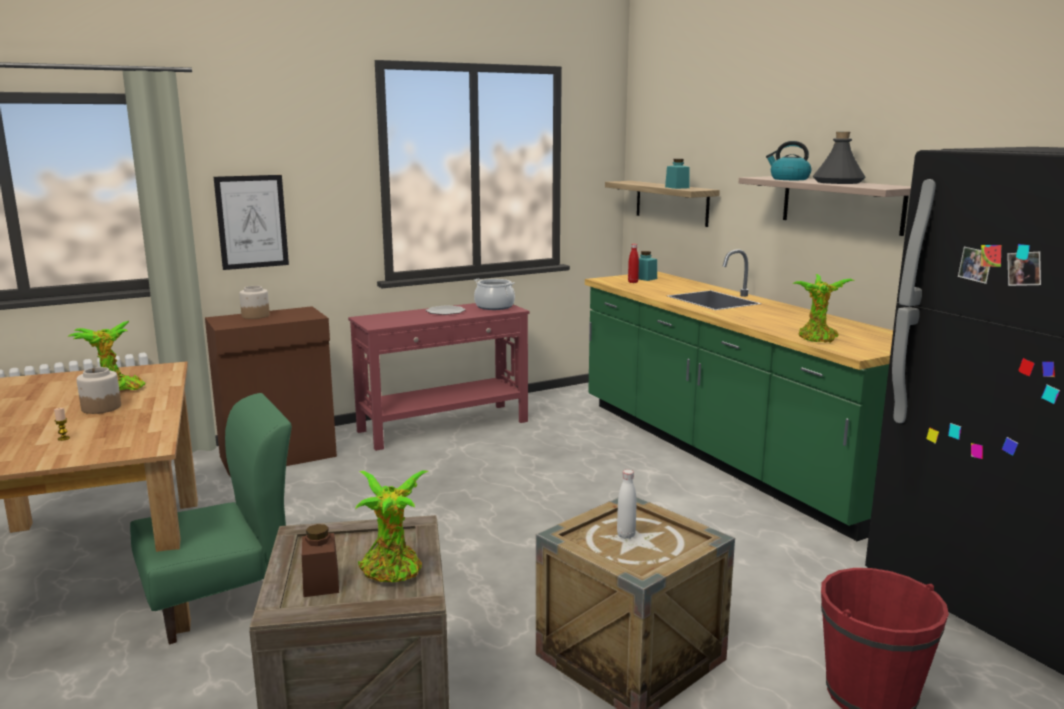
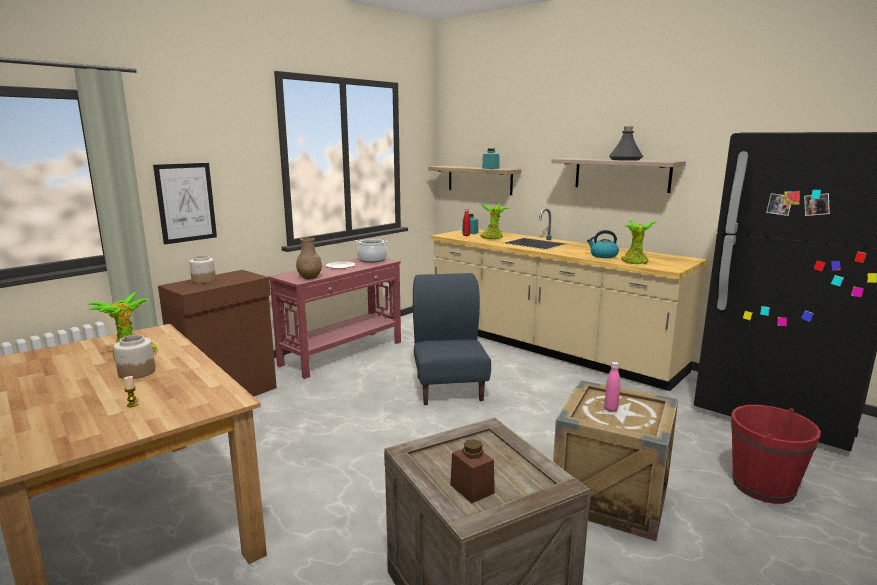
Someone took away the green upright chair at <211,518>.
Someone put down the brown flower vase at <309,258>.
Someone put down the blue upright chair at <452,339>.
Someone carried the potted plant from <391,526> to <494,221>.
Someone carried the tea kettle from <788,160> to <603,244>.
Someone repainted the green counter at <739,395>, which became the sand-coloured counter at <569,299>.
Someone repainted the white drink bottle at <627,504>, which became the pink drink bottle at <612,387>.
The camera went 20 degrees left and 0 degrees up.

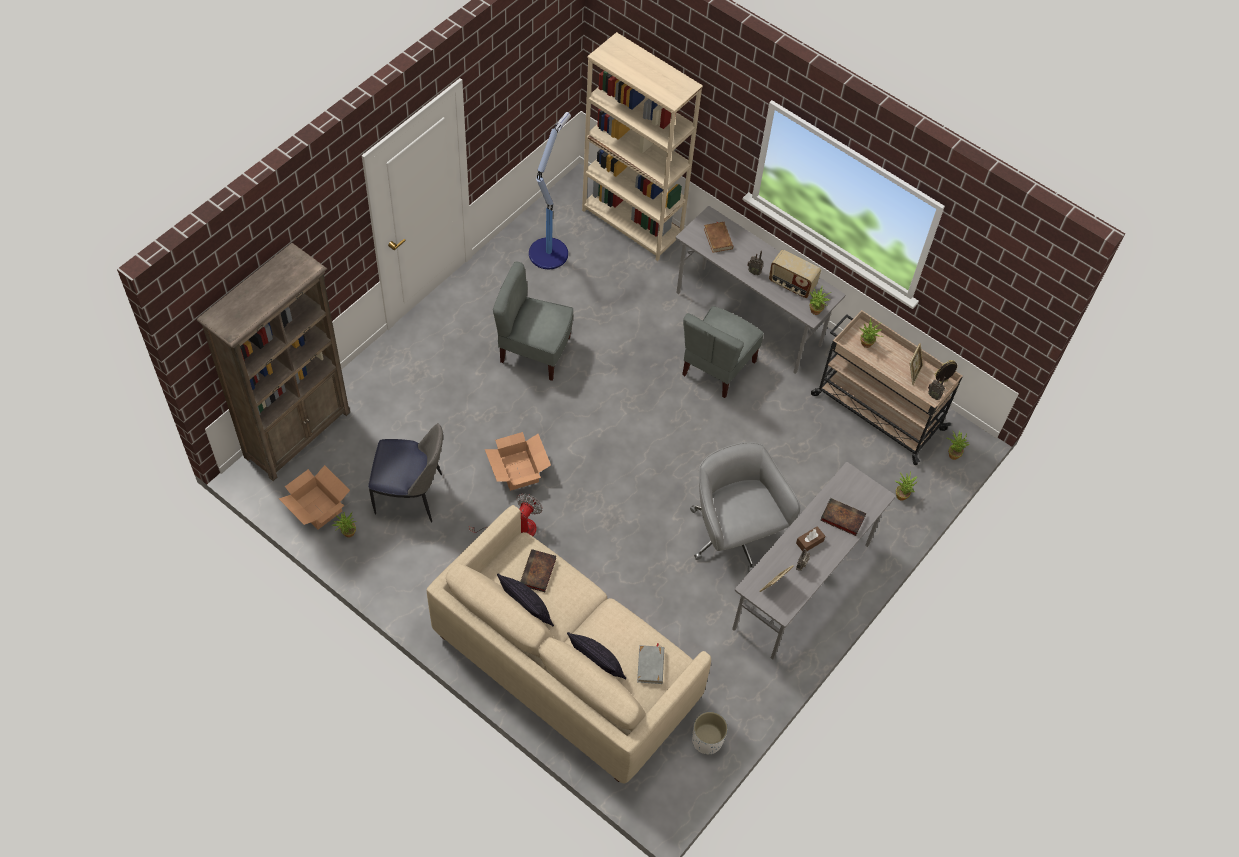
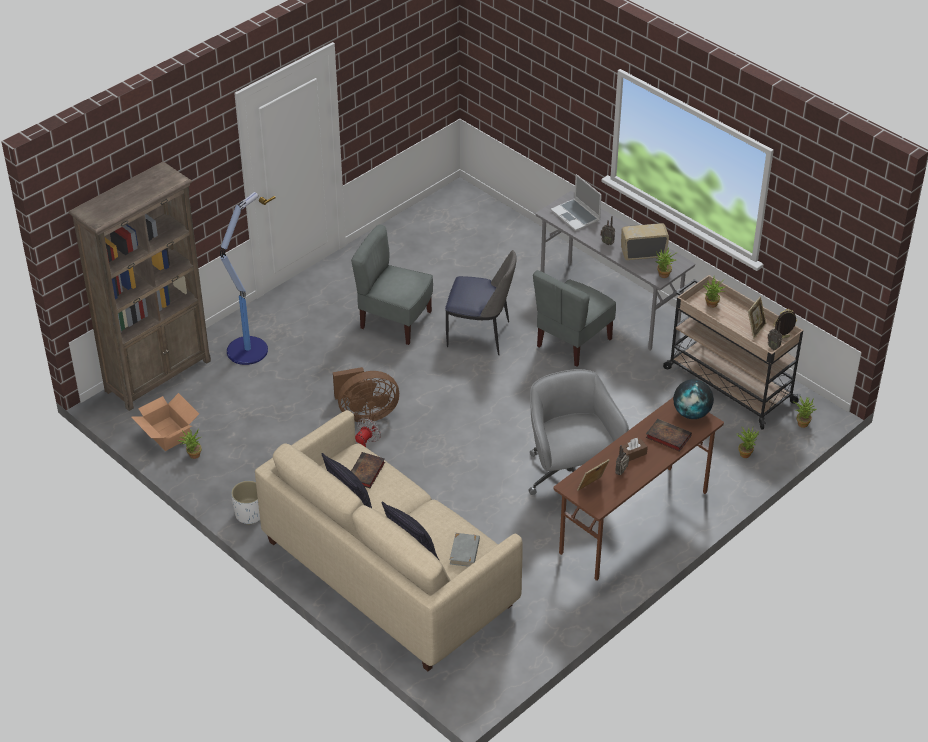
Someone took away the sand-coloured shelving unit at <642,146>.
Someone put down the world globe at <693,399>.
Someone carried the upright chair from <405,472> to <481,302>.
Someone carried the floor lamp from <550,190> to <244,278>.
Someone carried the white planter from <710,733> to <245,503>.
Someone swapped the packing box at <518,461> for the brown fan at <366,395>.
Someone swapped the brown book at <718,237> for the portable computer at <576,202>.
Someone repainted the grey desk table at <814,560>, which became the brown desk table at <638,489>.
Someone rotated the radio set at <795,274> by 135 degrees clockwise.
The camera went 10 degrees right and 15 degrees down.

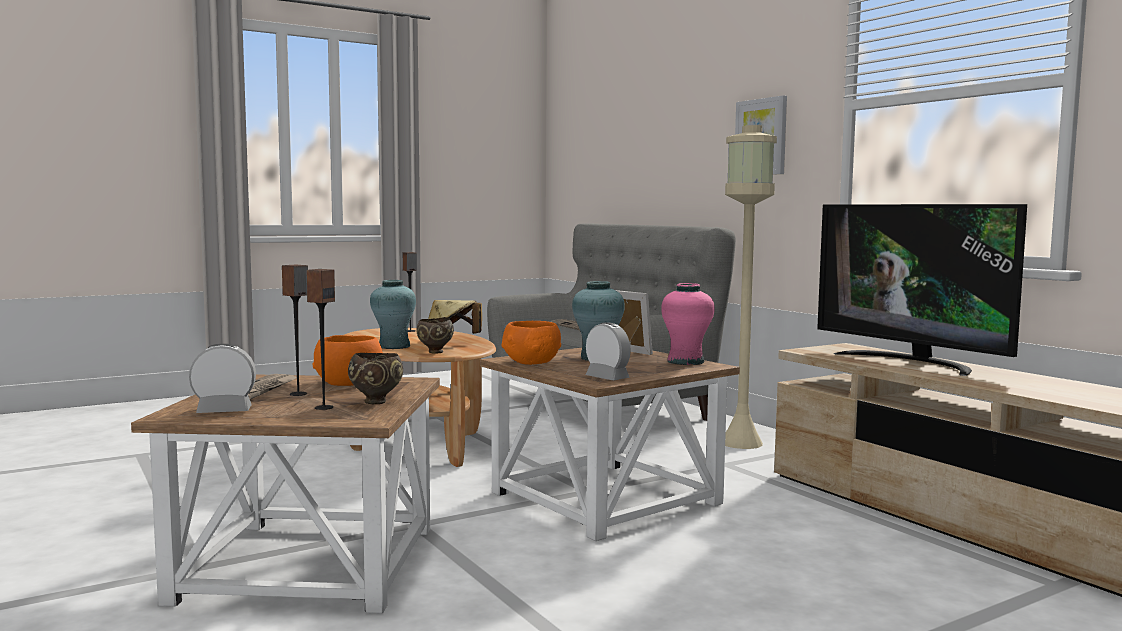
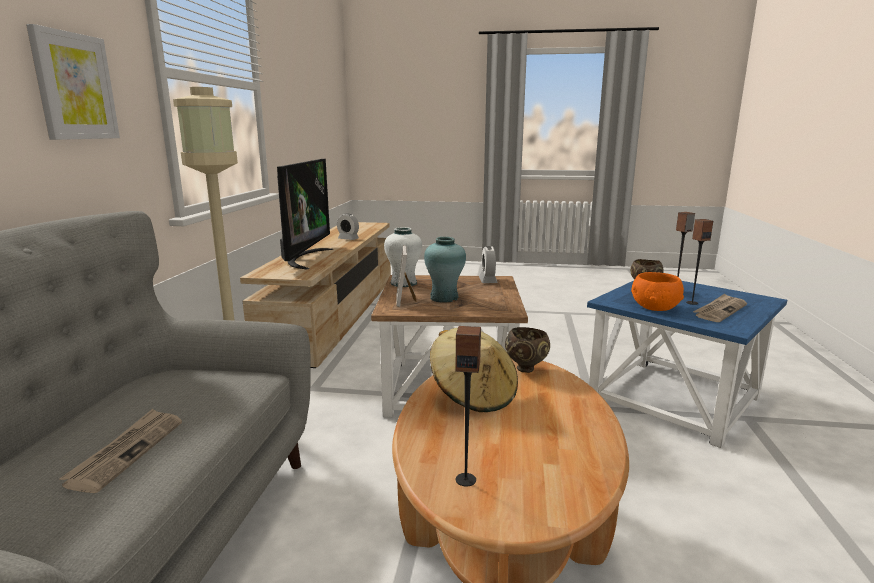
Someone took away the turquoise flower vase at <393,314>.
Someone took away the orangey bowl at <531,343>.
Someone carried the table clock from <222,378> to <348,227>.
Someone repainted the brown end table at <285,494>, which became the blue end table at <687,364>.
Someone repainted the pink flower vase at <688,324>, which became the white flower vase at <403,257>.
The camera went 140 degrees left and 10 degrees up.

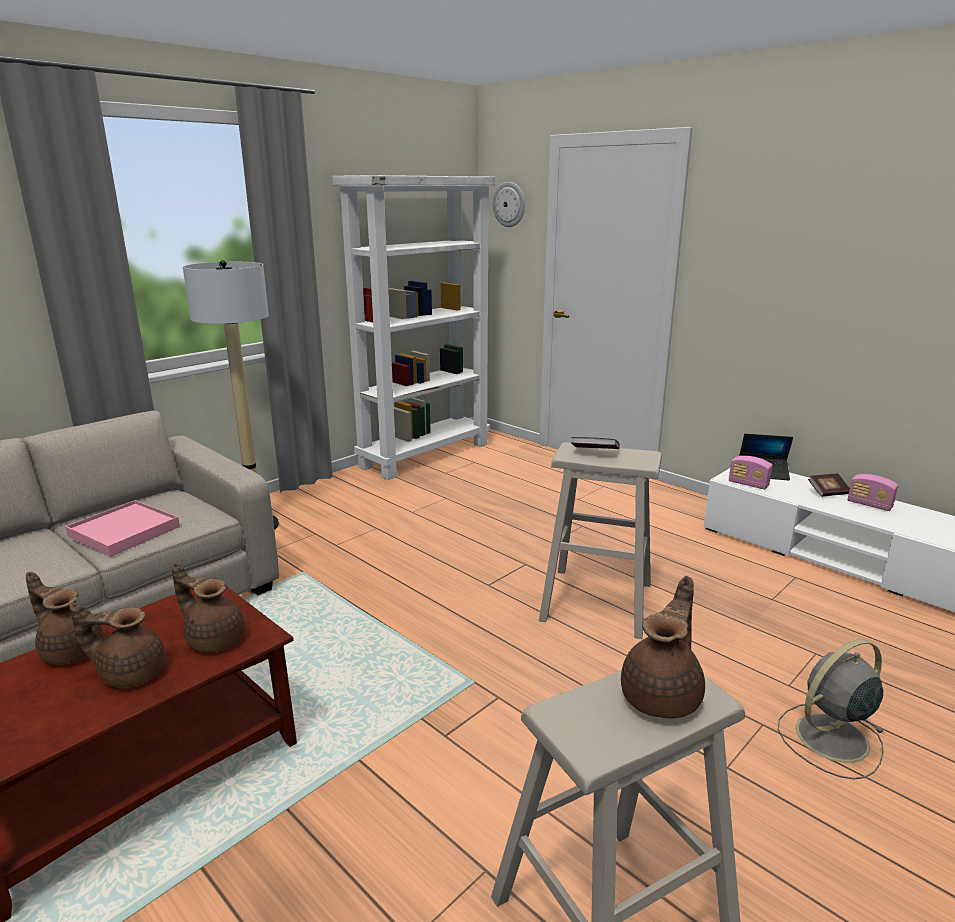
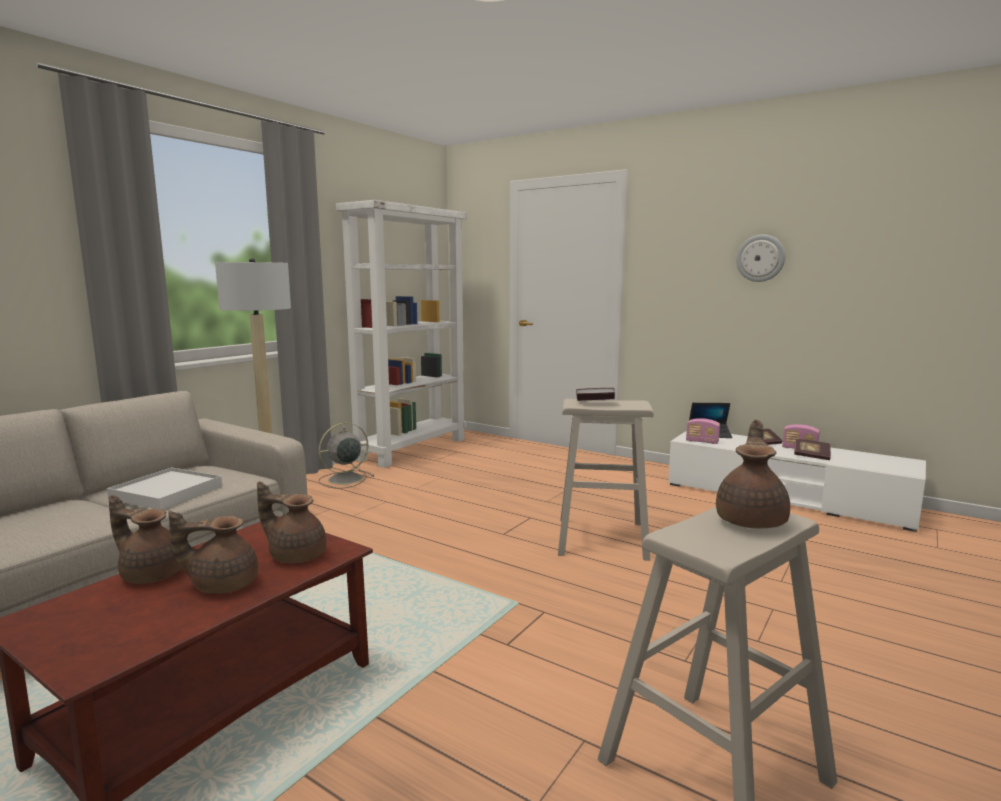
Someone put down the book at <812,449>.
Someone carried the wall clock from <509,204> to <760,258>.
Someone carried the grey fan from <831,709> to <346,456>.
Someone repainted the pink serving tray at <122,528>, which became the white serving tray at <164,488>.
The camera went 10 degrees left and 10 degrees down.

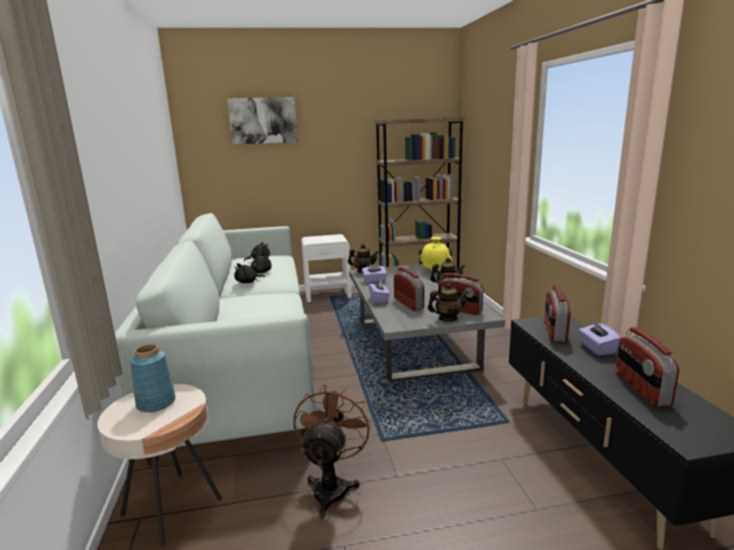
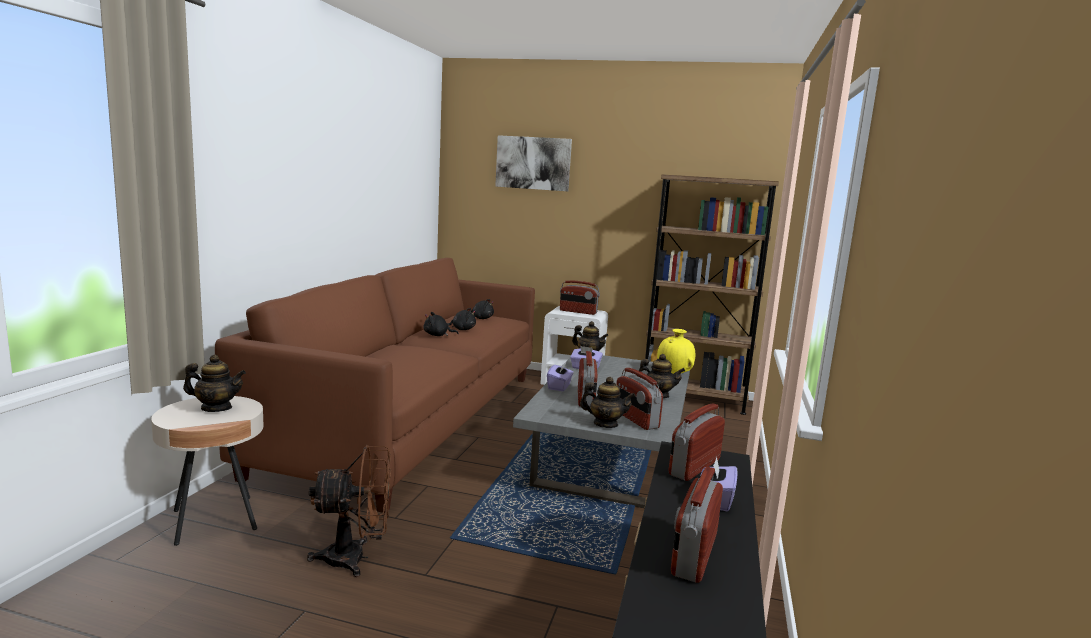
Someone put down the radio set at <580,298>.
Someone swapped the blue flower vase at <153,378> for the pot for tea at <214,383>.
Someone repainted the white couch at <216,339>, which became the brown couch at <375,385>.
Someone rotated the brown fan at <332,451> by 45 degrees clockwise.
The camera went 25 degrees right and 5 degrees down.

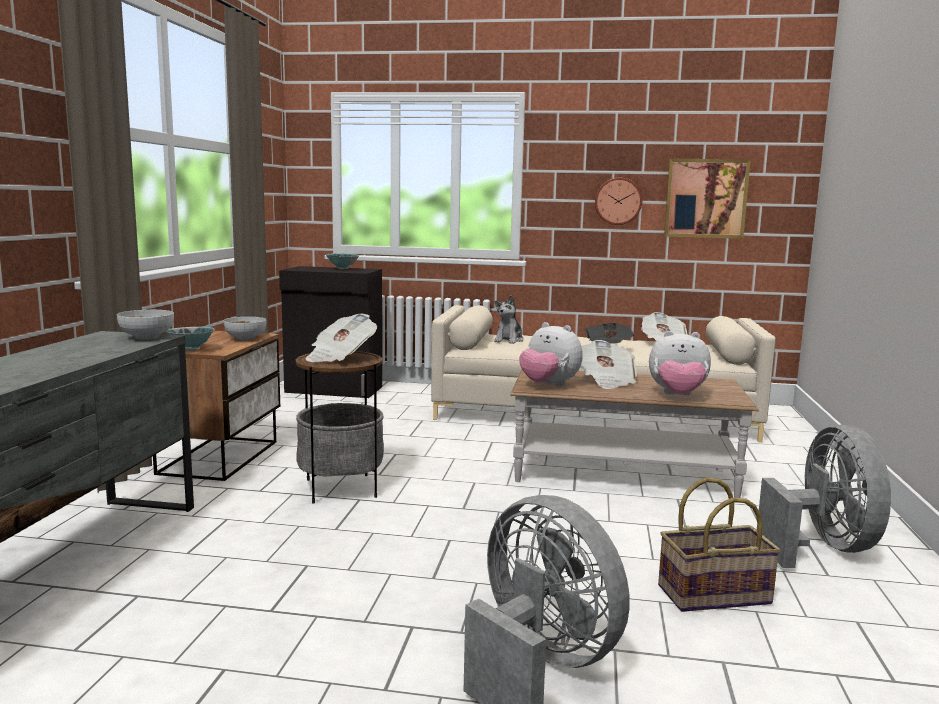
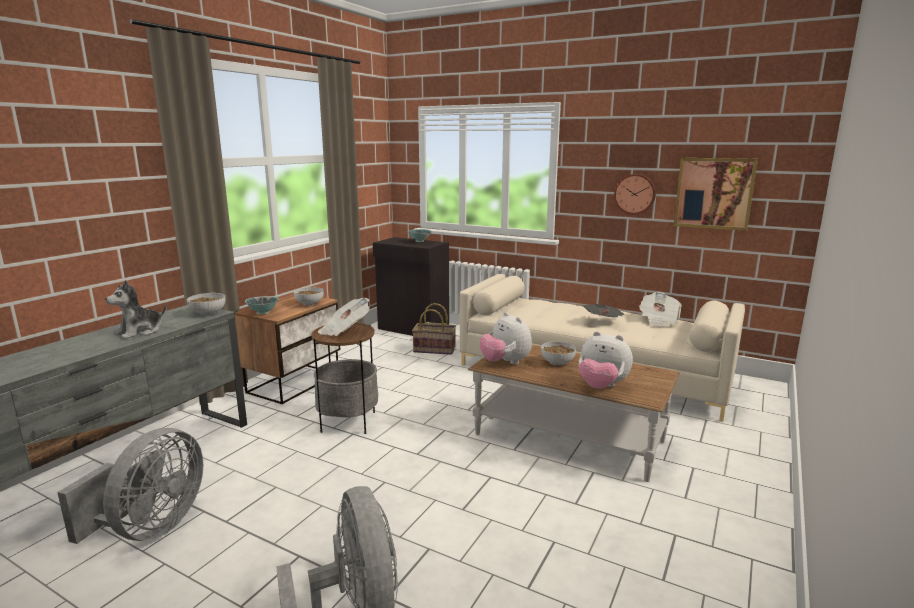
Someone carried the cuddly toy from <509,320> to <136,309>.
Someone carried the household basket from <719,545> to <434,329>.
Someone carried the grey fan from <825,496> to <130,486>.
Someone swapped the printed paper at <608,364> for the bowl at <558,354>.
The camera went 20 degrees right and 5 degrees up.

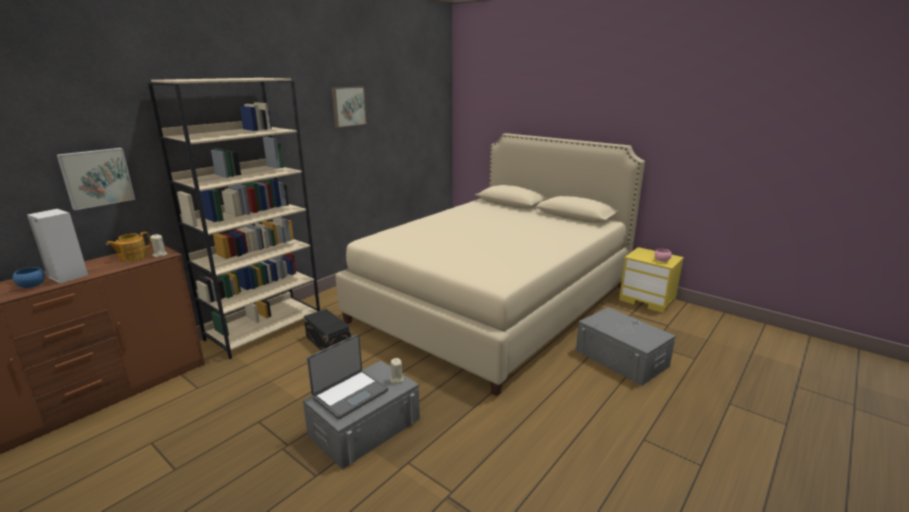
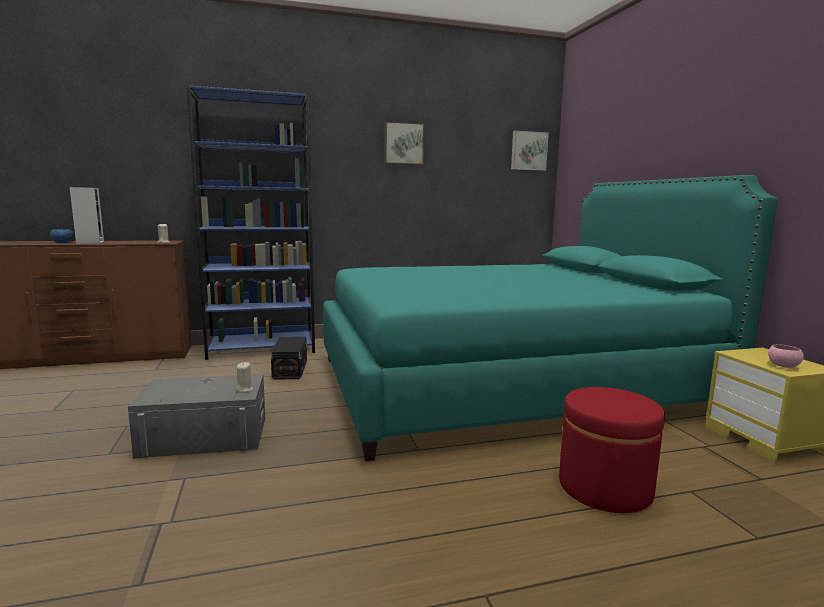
Someone took away the pot for tea at <128,246>.
Someone took away the portable computer at <347,376>.
Someone carried the picture from <96,179> to <530,151>.
Someone swapped the grey storage box at <626,346> for the red-coloured footrest at <612,450>.
Someone repainted the sand-coloured shelving unit at <233,218>, which became the blue shelving unit at <250,223>.
Someone repainted the sand-coloured bed at <490,264>, which became the turquoise bed at <550,318>.
The camera went 35 degrees right and 10 degrees down.

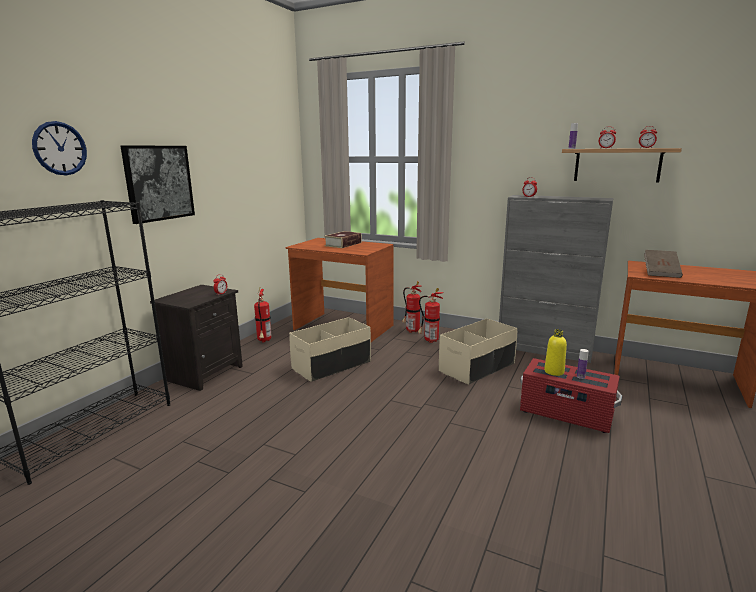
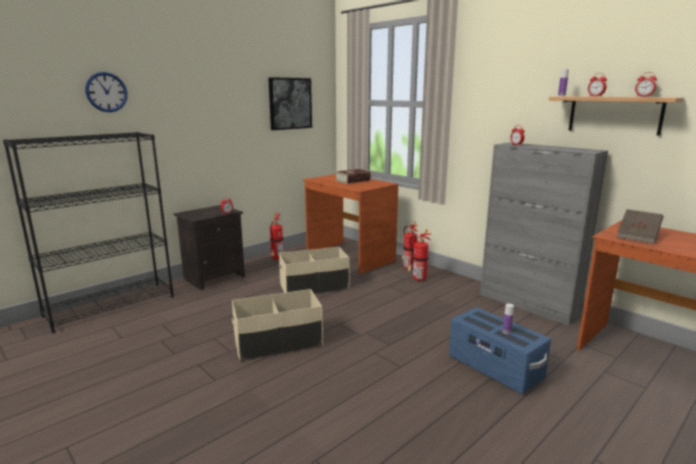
Someone took away the yellow drink bottle at <555,352>.
Someone carried the picture from <158,184> to <290,103>.
Someone carried the sand-coloured storage box from <478,352> to <277,325>.
Someone repainted the red-coloured storage box at <571,395>, which became the blue storage box at <500,350>.
The camera went 20 degrees right and 0 degrees up.

